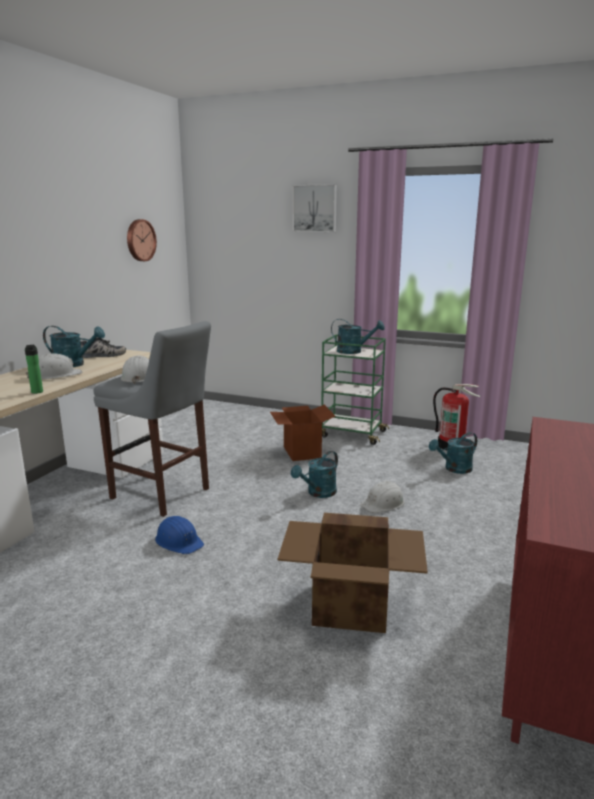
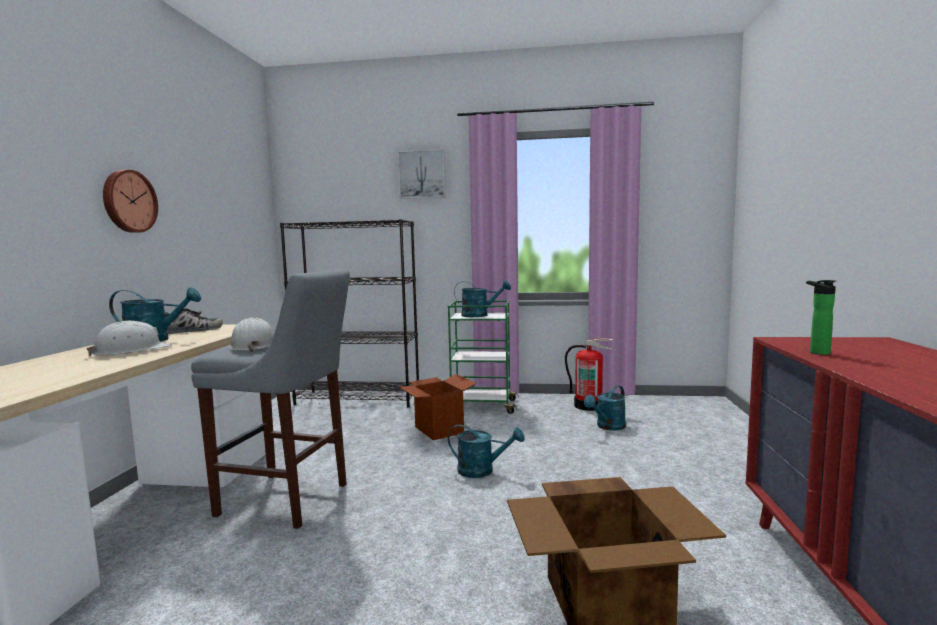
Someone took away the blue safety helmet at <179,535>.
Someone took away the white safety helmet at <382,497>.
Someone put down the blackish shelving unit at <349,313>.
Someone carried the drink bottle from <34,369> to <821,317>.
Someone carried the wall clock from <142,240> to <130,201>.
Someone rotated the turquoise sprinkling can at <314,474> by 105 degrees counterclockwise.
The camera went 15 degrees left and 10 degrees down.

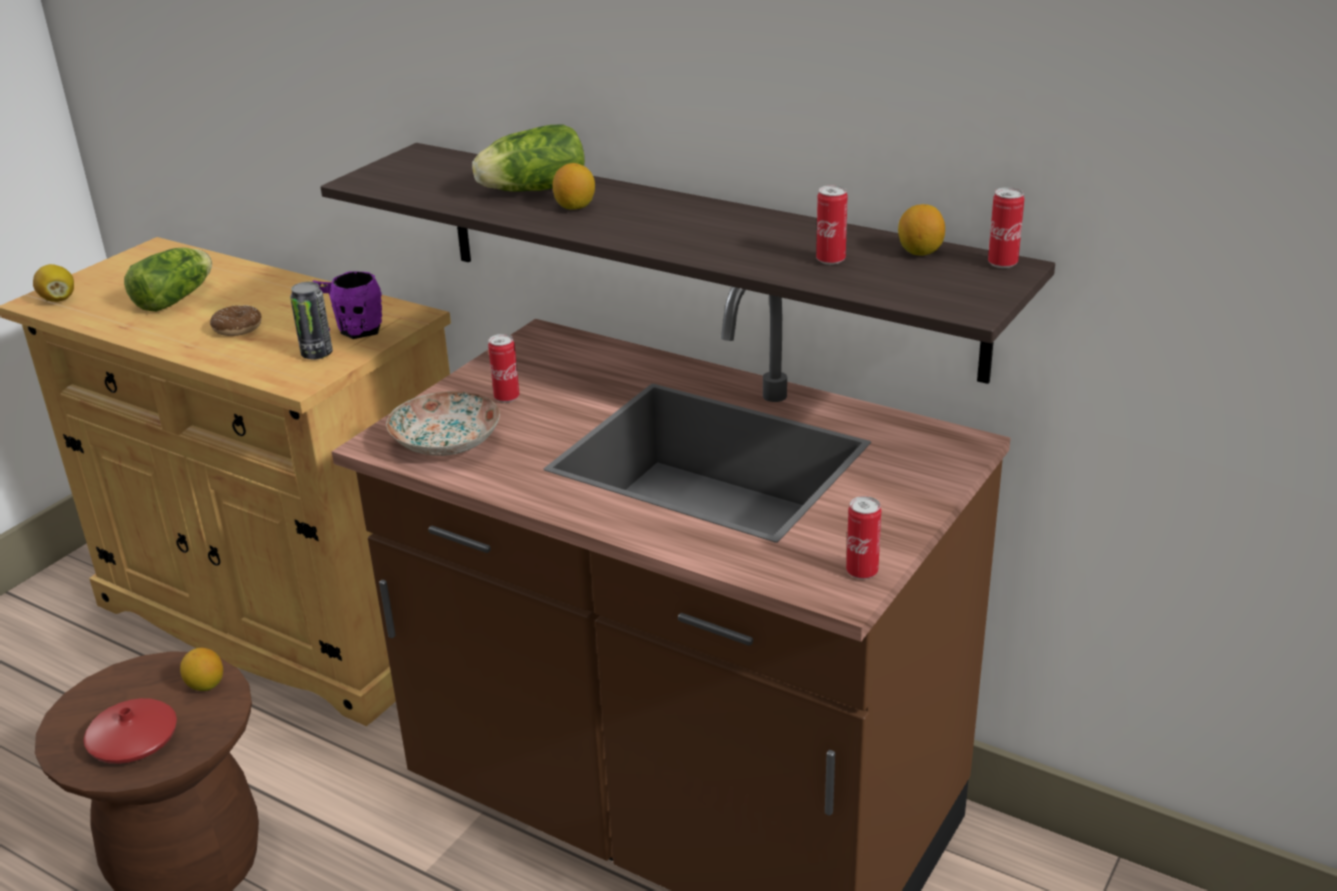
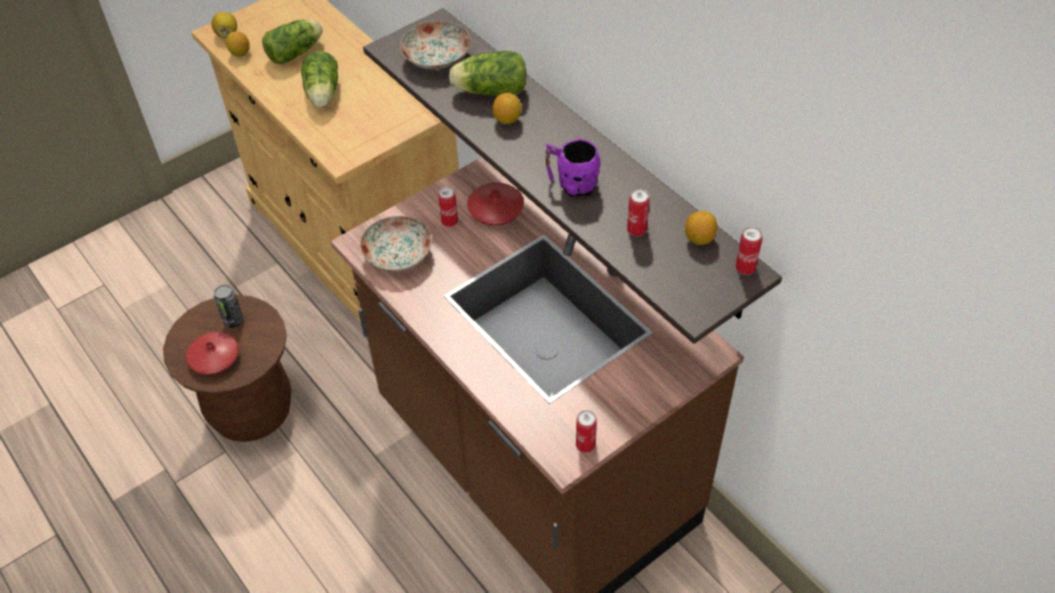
Someone put down the dinner plate at <435,45>.
Someone put down the red-coloured flower vase at <495,204>.
Someone carried the whole lemon from <201,669> to <238,44>.
Someone carried the can from <311,321> to <229,306>.
Someone carried the purple coffee mug from <347,305> to <573,167>.
Someone swapped the ring doughnut at <236,320> for the lettuce head at <319,79>.
The camera went 20 degrees right and 20 degrees up.

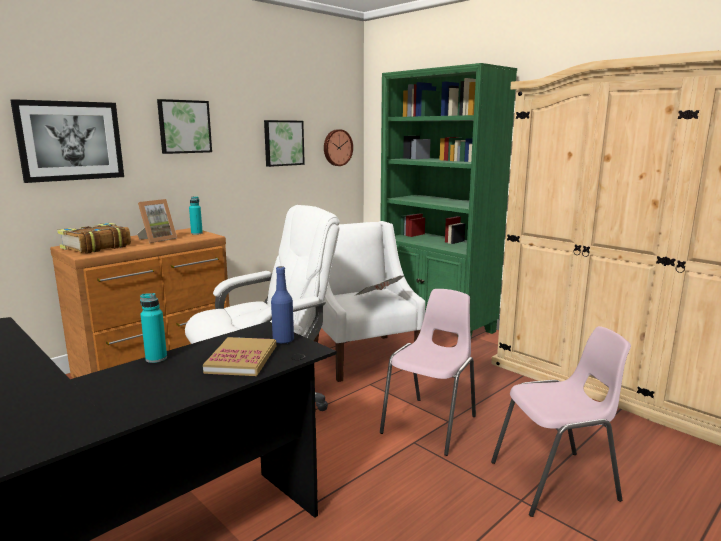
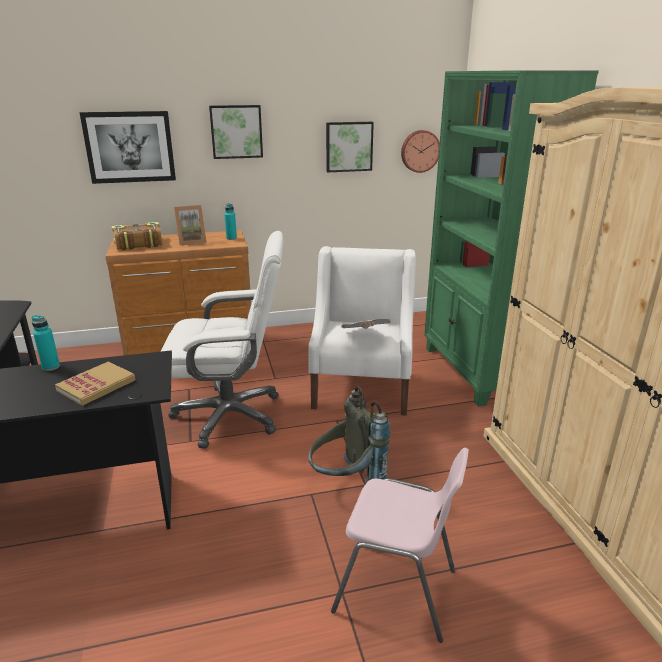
Someone took away the blue drink bottle at <282,305>.
Someone swapped the pink upright chair at <428,372> for the grey rucksack at <349,434>.
The camera went 30 degrees right and 10 degrees up.

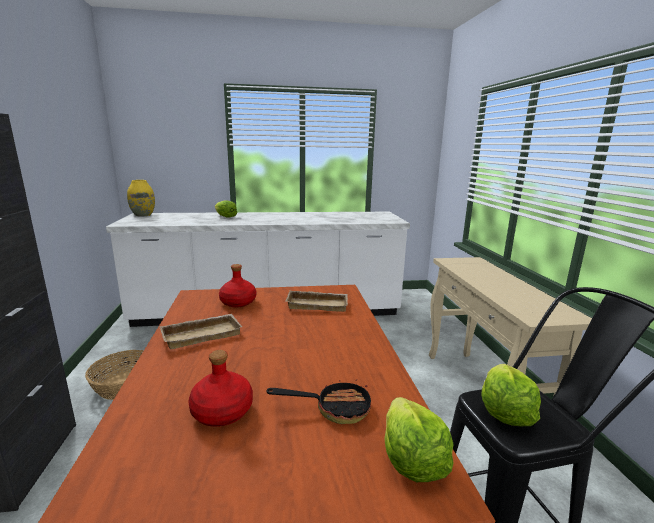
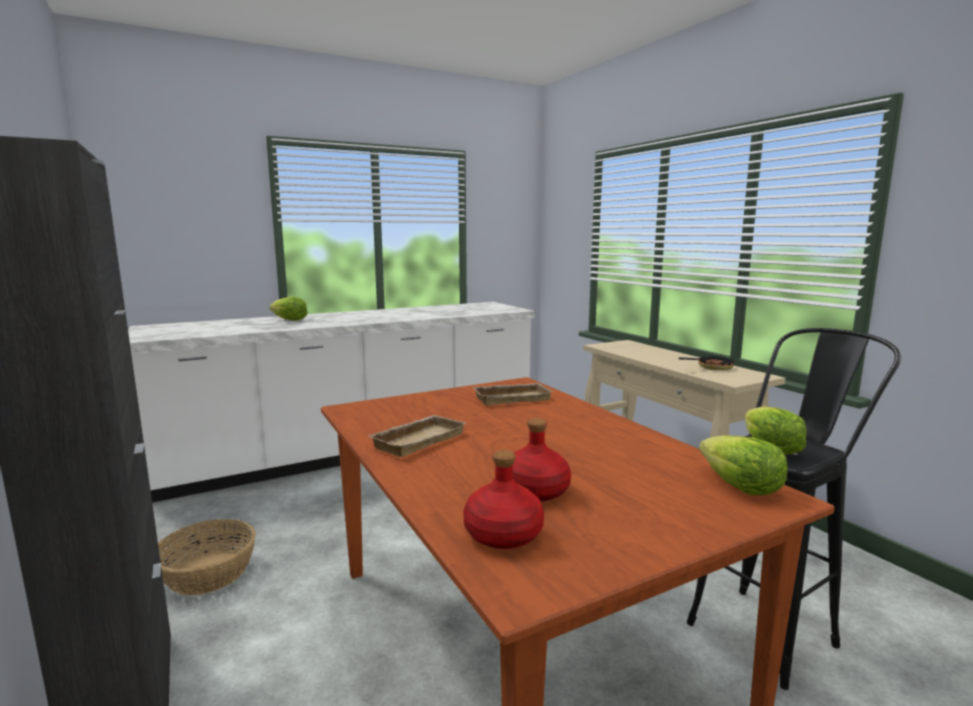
Someone took away the yellow flower vase at <141,198>.
Someone carried the red-coloured drink bottle from <237,285> to <503,499>.
Someone carried the pan from <319,401> to <706,362>.
The camera went 20 degrees left and 5 degrees down.

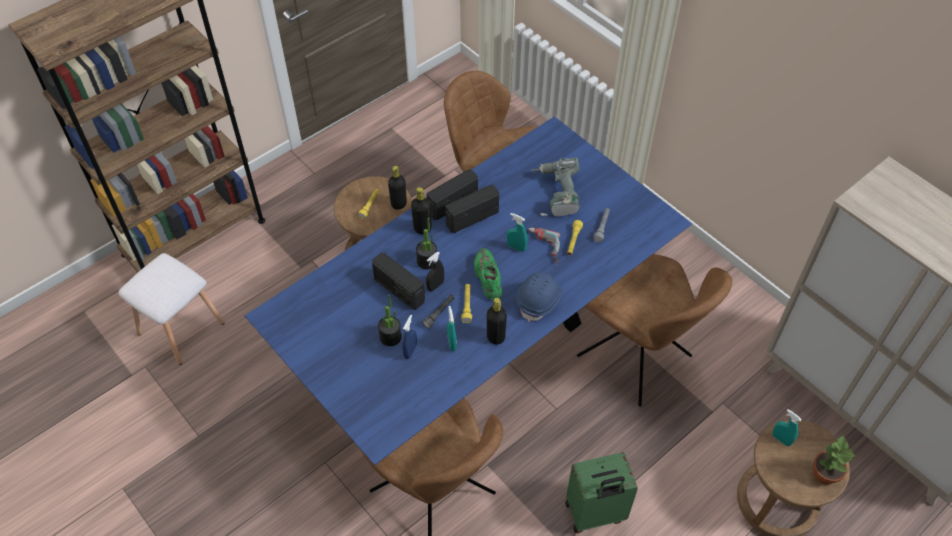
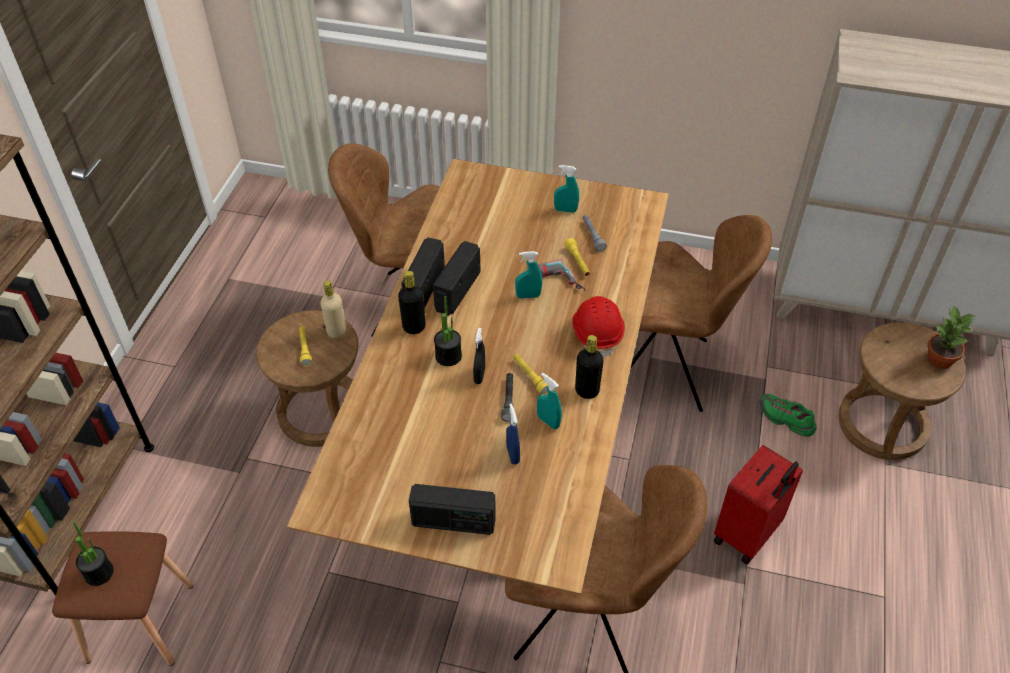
Someone took away the drill at <556,186>.
Someone carried the radio set from <398,281> to <452,509>.
Someone carried the potted plant from <390,320> to <93,553>.
Someone carried the green item of footwear from <488,274> to <787,415>.
Someone carried the turquoise hand sprayer from <787,427> to <566,189>.
Someone repainted the white stool seat at <171,309>, which became the brown stool seat at <122,598>.
Someone repainted the blue dining table at <468,291>, which became the brown dining table at <478,377>.
Someone repainted the blackish drink bottle at <397,188>, which became the sand-coloured drink bottle at <333,309>.
Someone repainted the blue safety helmet at <540,297>, which became the red-coloured safety helmet at <598,327>.
Someone repainted the green suitcase at <601,492>, which became the red-coloured suitcase at <758,504>.
The camera went 35 degrees left and 5 degrees down.

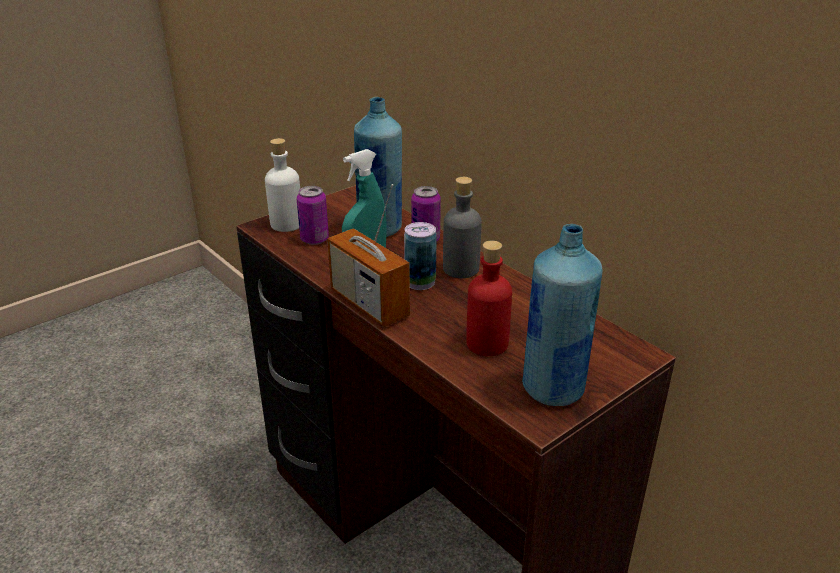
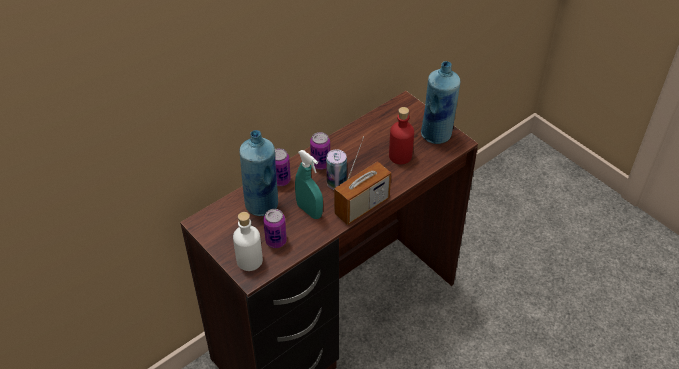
Someone swapped the grey drink bottle at <462,227> for the can at <320,151>.
The camera went 90 degrees left and 15 degrees up.

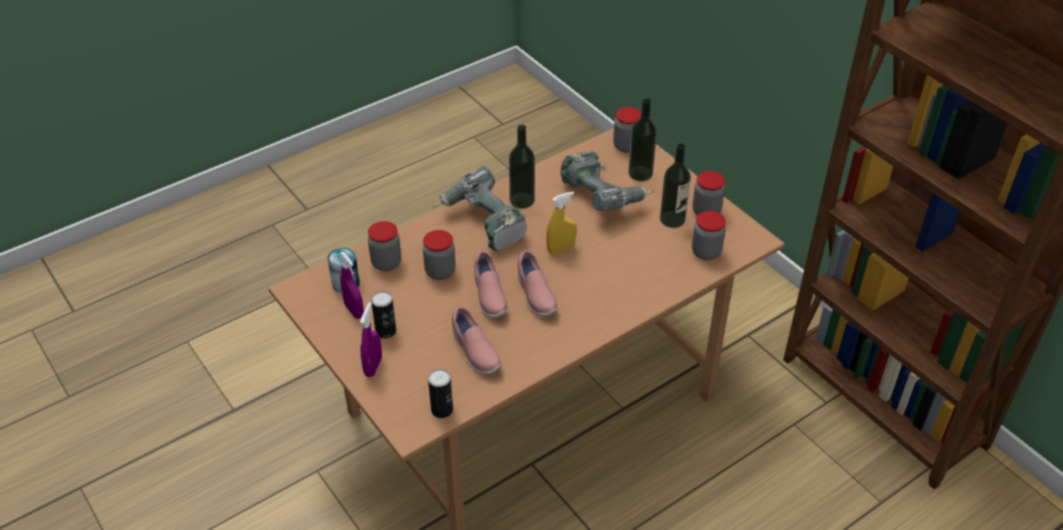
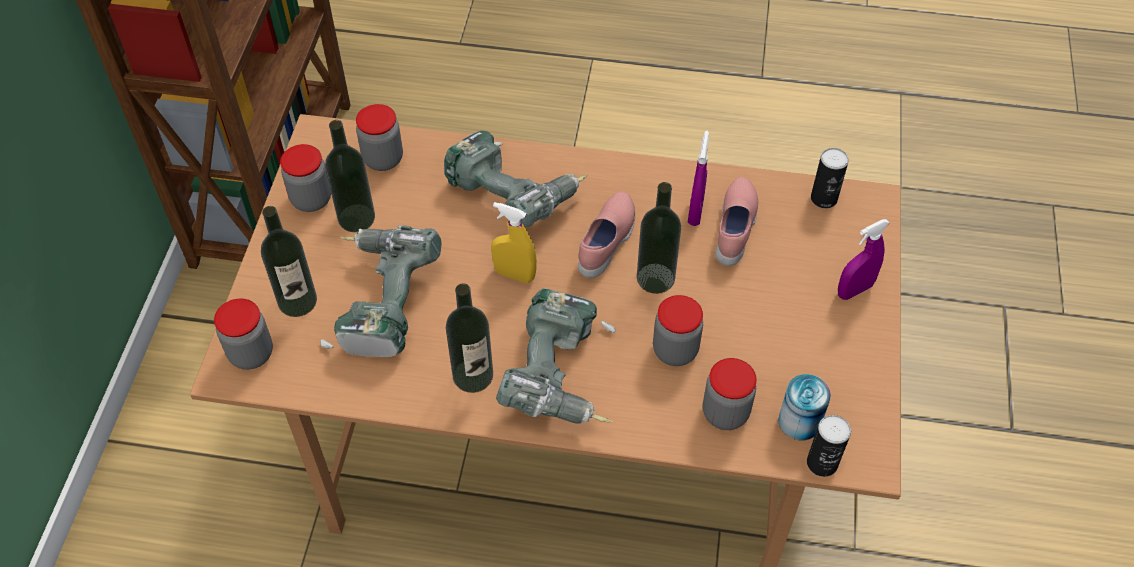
Someone put down the drill at <516,179>.
Someone carried the purple hand sprayer from <352,285> to <698,178>.
Someone carried the can from <383,314> to <829,446>.
Someone swapped the pink item of footwear at <491,284> for the drink bottle at <659,238>.
The camera went 135 degrees left and 10 degrees up.

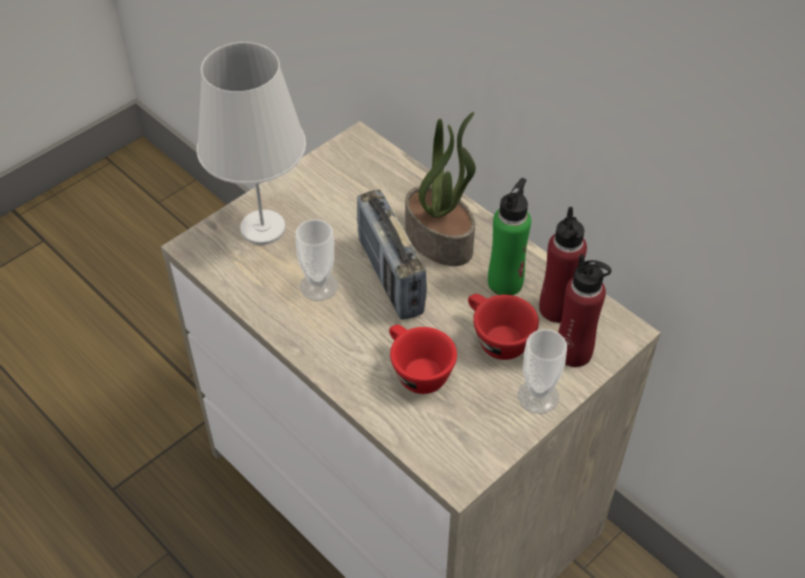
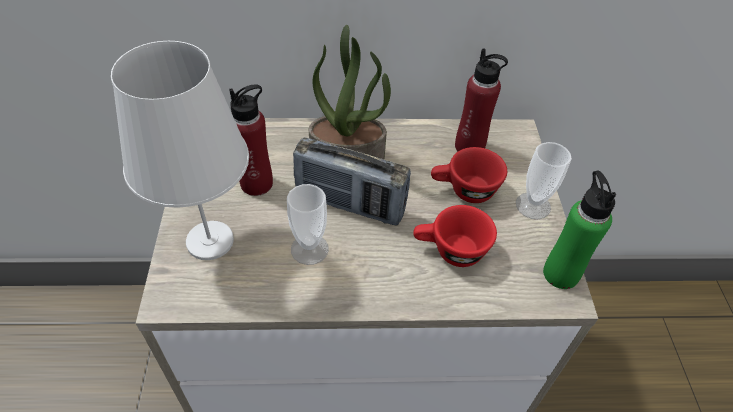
Someone carried the green drink bottle from <509,236> to <579,230>.
Someone carried the red-coloured drink bottle from <585,310> to <251,140>.
The camera went 50 degrees left and 0 degrees up.

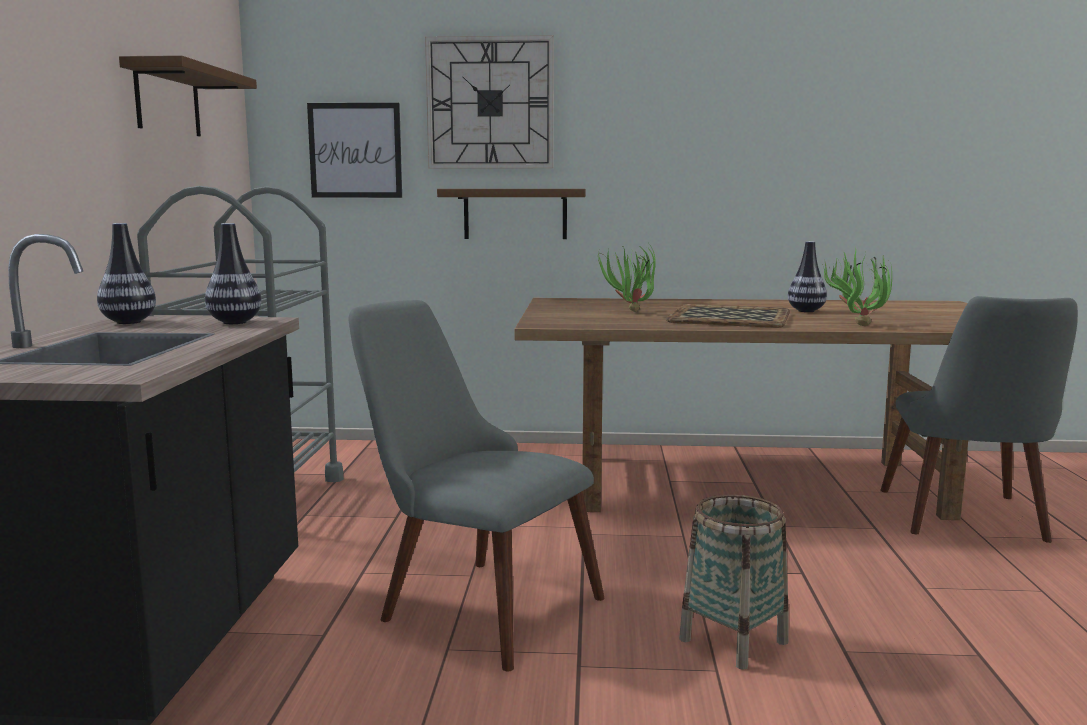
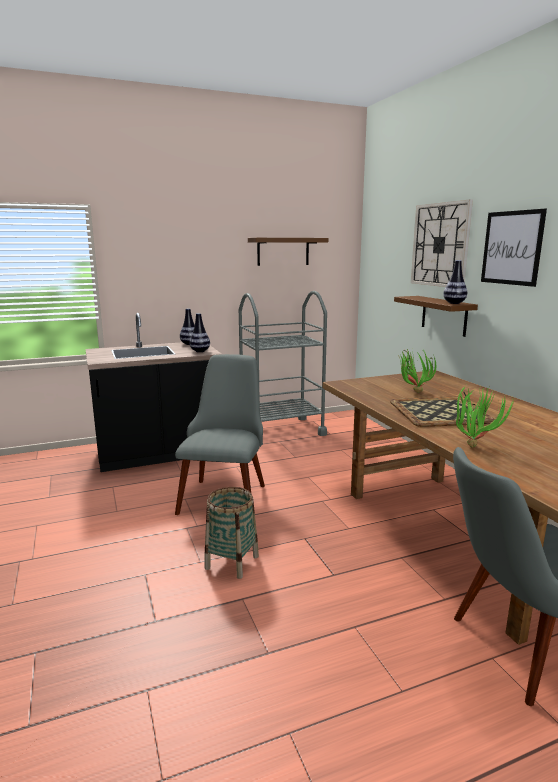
Someone carried the picture from <354,150> to <514,248>.
Someone carried the flower vase from <807,276> to <455,282>.
The camera went 65 degrees right and 5 degrees up.

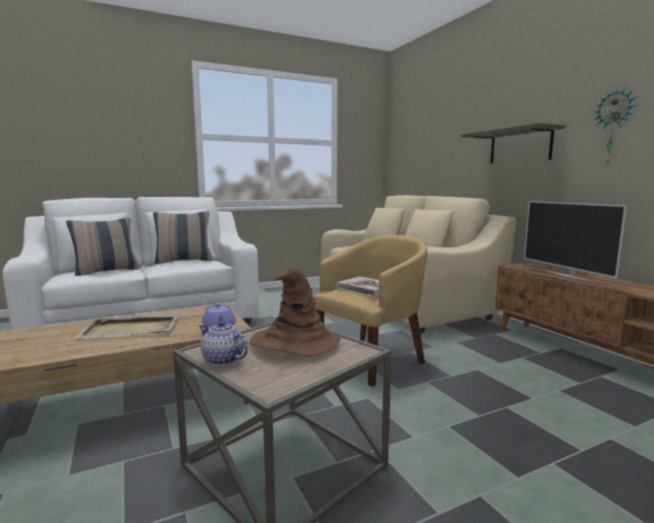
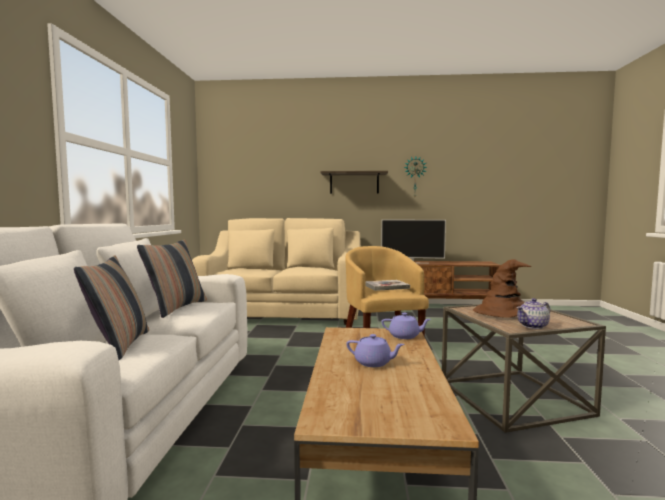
Someone swapped the sand-coloured serving tray at <126,326> for the purple pot for tea at <375,350>.
The camera went 60 degrees left and 5 degrees down.

